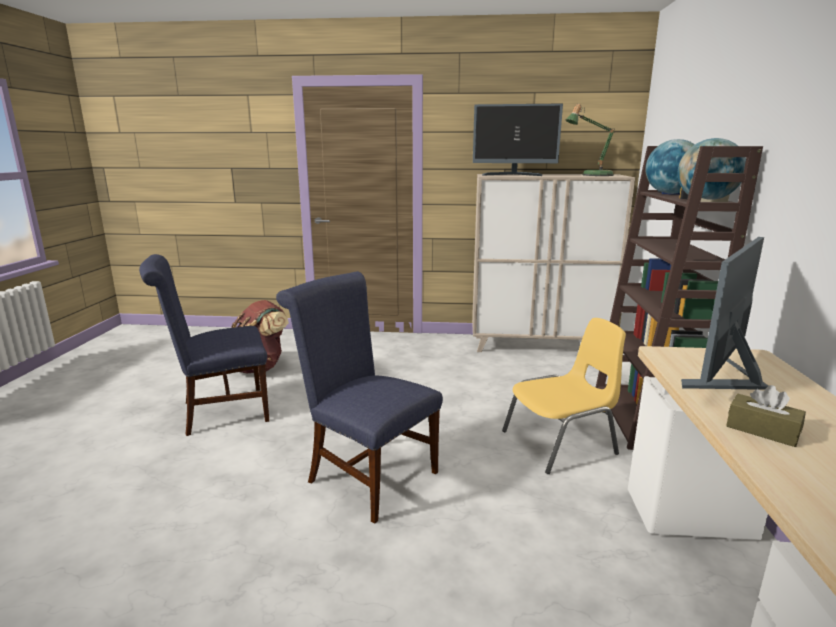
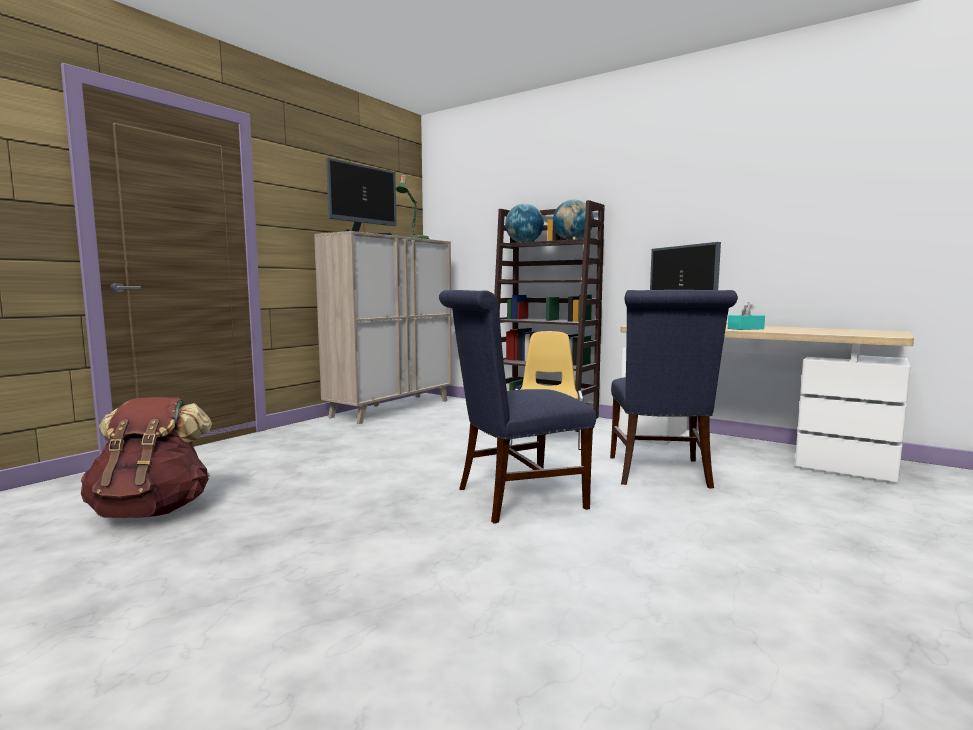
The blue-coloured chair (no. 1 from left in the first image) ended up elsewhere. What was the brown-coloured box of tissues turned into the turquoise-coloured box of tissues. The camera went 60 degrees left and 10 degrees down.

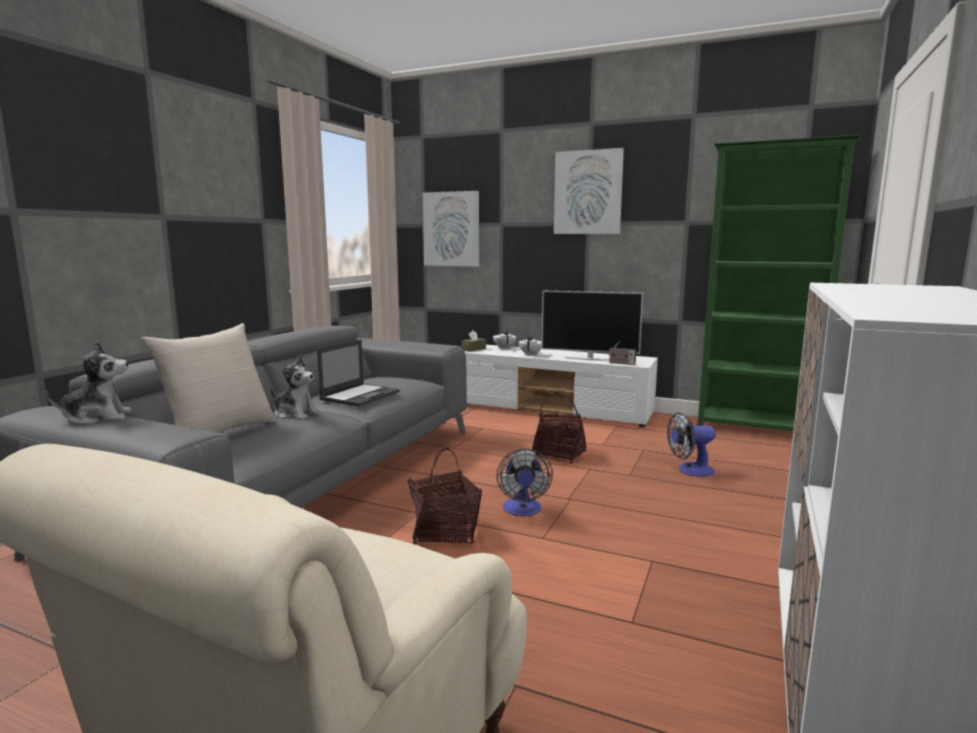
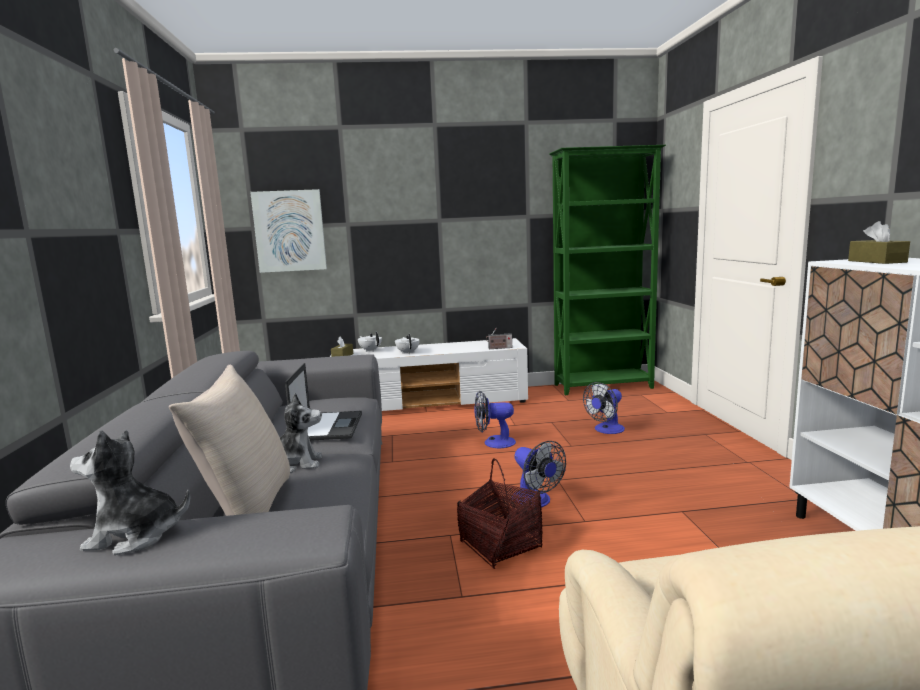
The second view lost the wall picture (no. 2 from left). The second view lost the television. The plush toy (no. 1 from left) ended up facing another way, 135 degrees counterclockwise from before. Where the basket (no. 2 from left) stood, the cooling fan (no. 1 from left) came to stand. The second view gained the brown-coloured box of tissues (no. 2 from left). The camera went 30 degrees left and 0 degrees up.

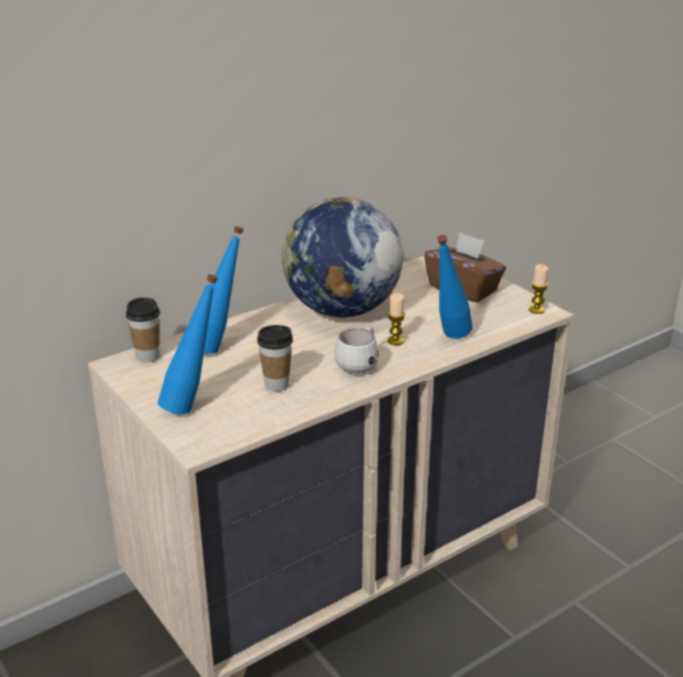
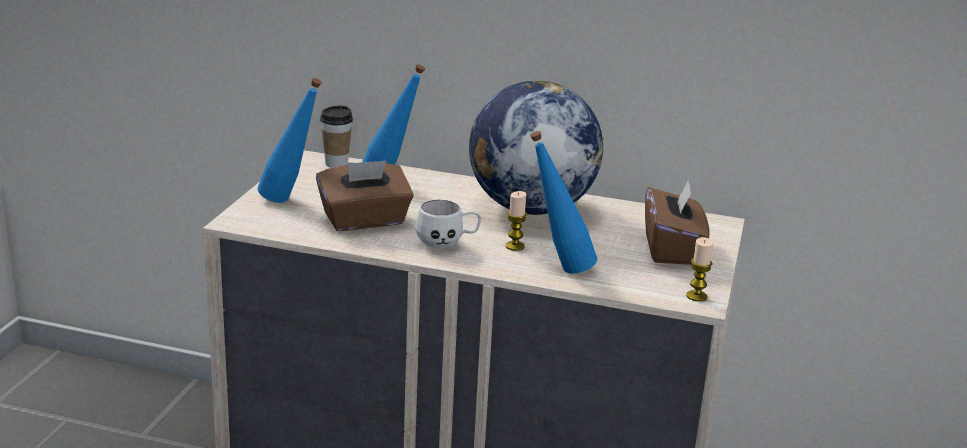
Where the cup (no. 2 from left) stood, the brown-coloured box of tissues (no. 1 from left) came to stand. The camera went 50 degrees right and 5 degrees down.

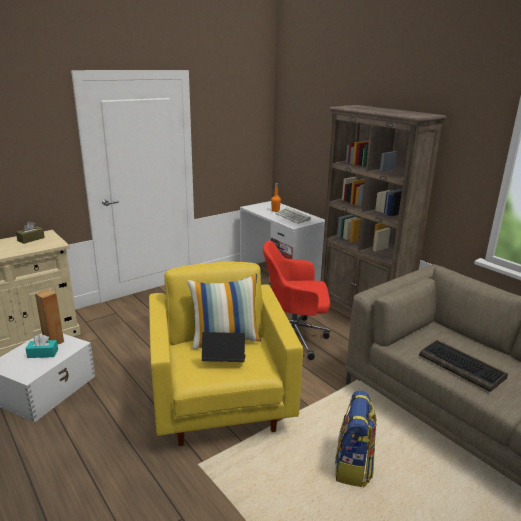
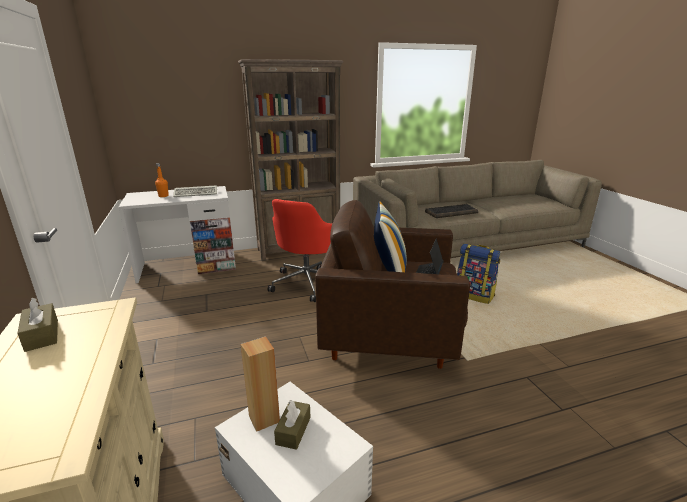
What was the yellow armchair turned into the brown-coloured armchair. What was the turquoise-coloured box of tissues turned into the brown-coloured box of tissues (no. 2 from left). The camera went 70 degrees left and 0 degrees up.

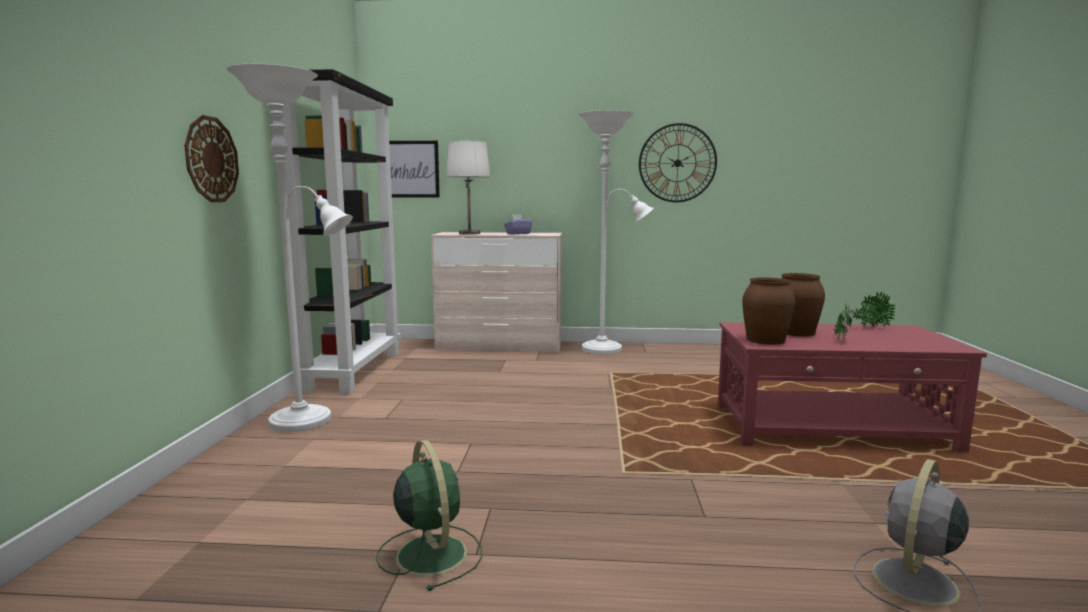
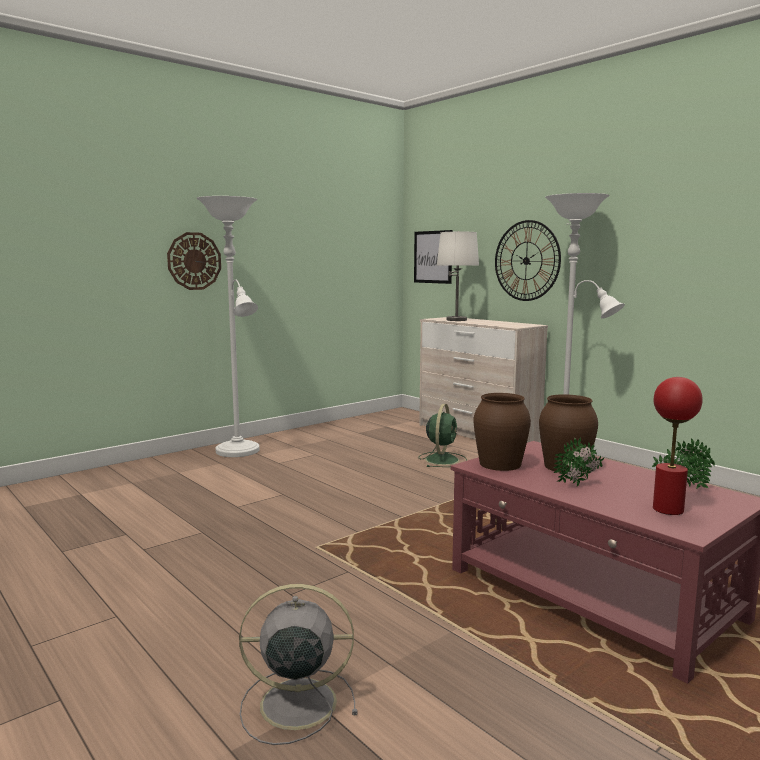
The second view lost the black-coloured shelving unit. The wall clock (no. 2 from left) ended up elsewhere. The second view lost the purple-coloured box of tissues. The greenish cooling fan ended up elsewhere. The second view gained the red-coloured lamp for a table. The camera went 45 degrees right and 0 degrees up.

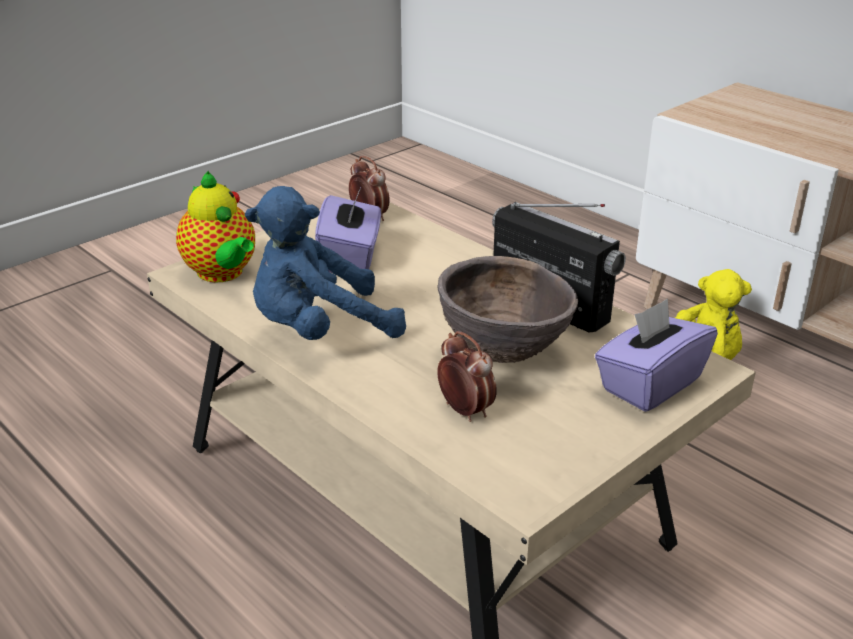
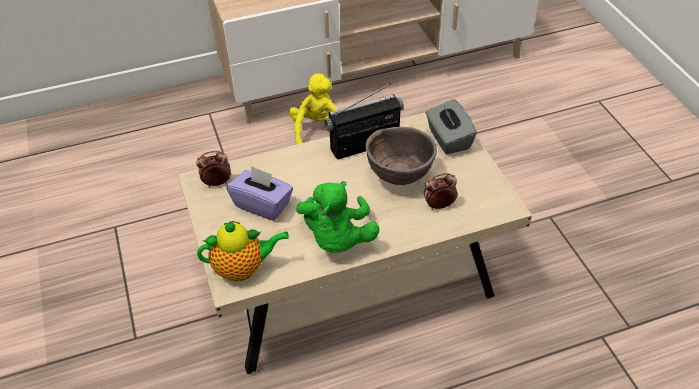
What was the blue-coloured plush toy turned into the greenish plush toy. What was the purple-coloured box of tissues (no. 2 from left) turned into the gray box of tissues. The camera went 65 degrees left and 15 degrees up.

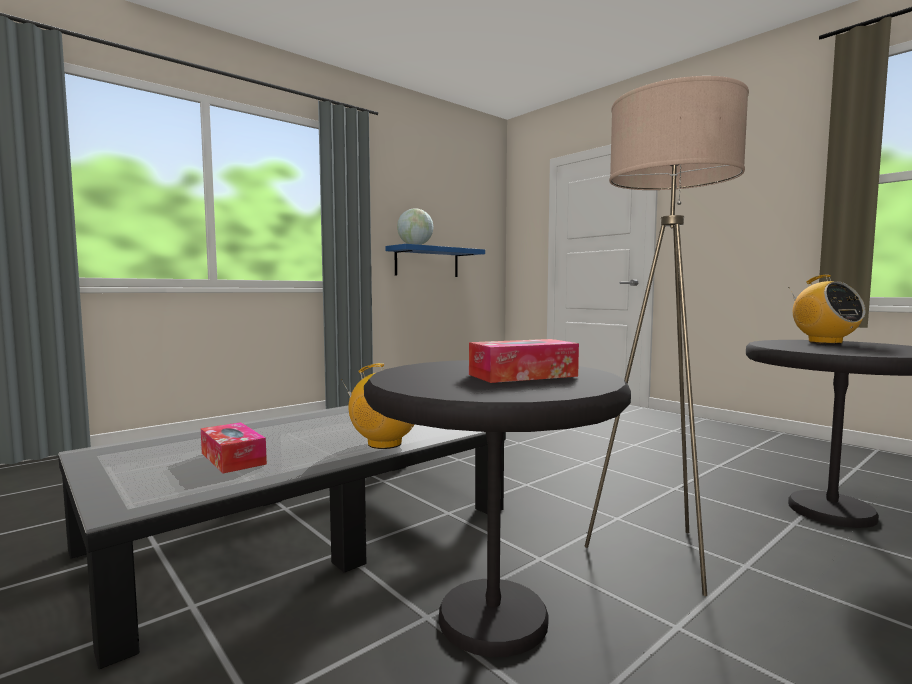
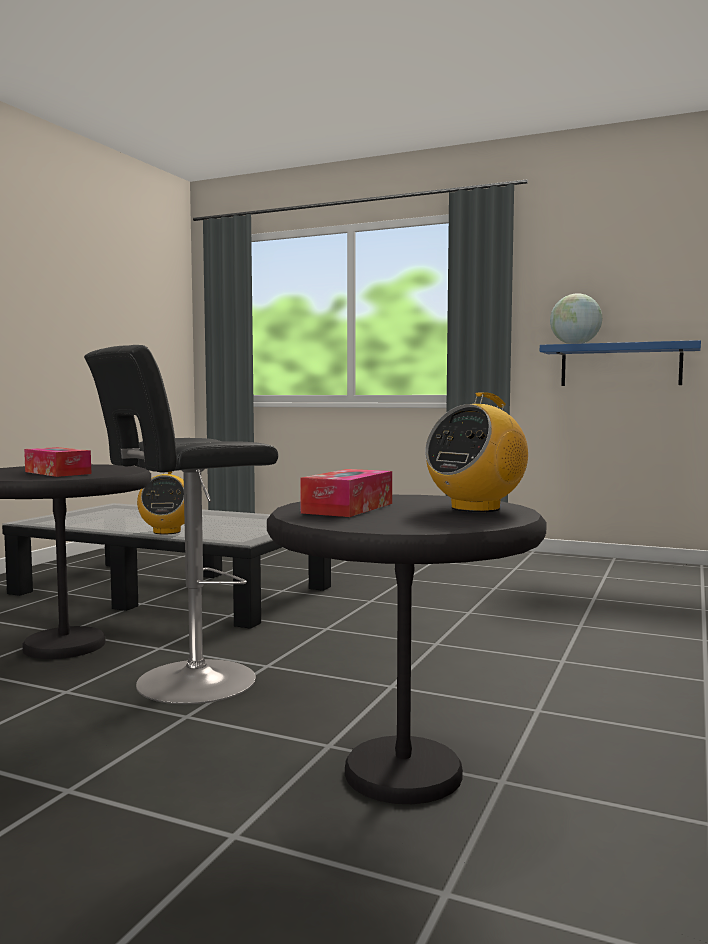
Where the beige standing lamp stood, the black-coloured sitting stool came to stand. The box of tissues (no. 1 from left in the first image) ended up elsewhere. The camera went 65 degrees right and 0 degrees up.

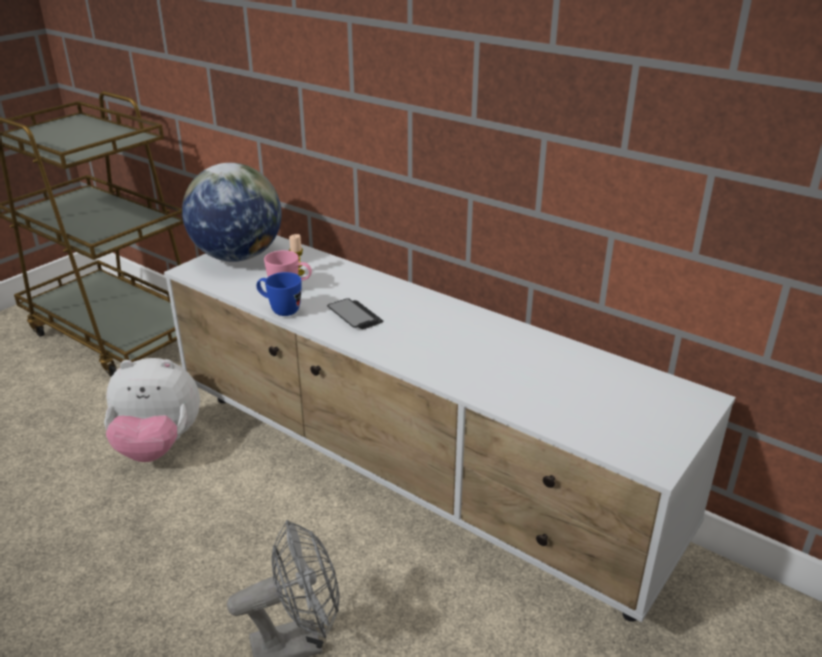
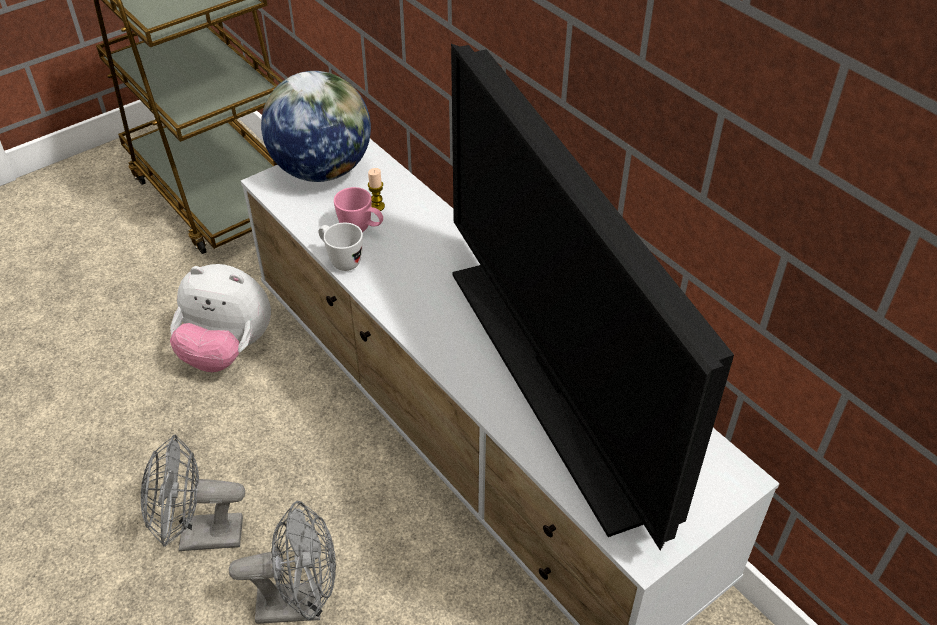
What was the blue-coloured coffee mug turned into the white-coloured coffee mug. The second view lost the phone. The second view gained the television. The second view gained the gray cooling fan (no. 1 from left). The camera went 15 degrees right and 15 degrees up.

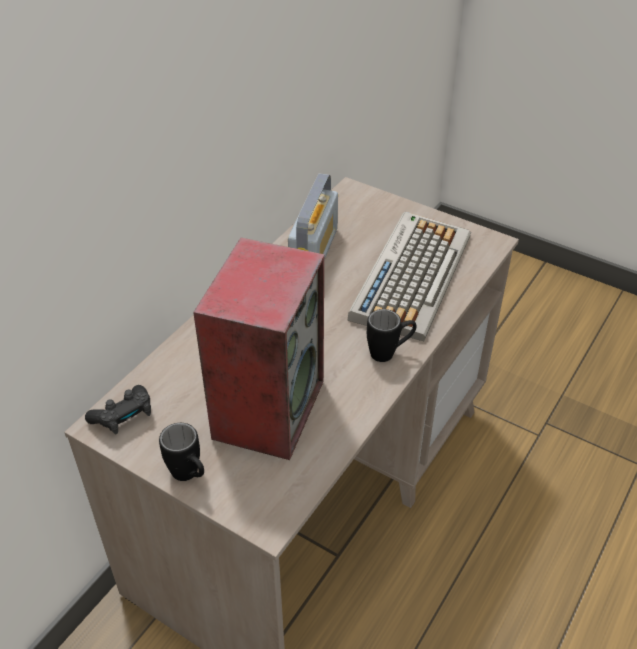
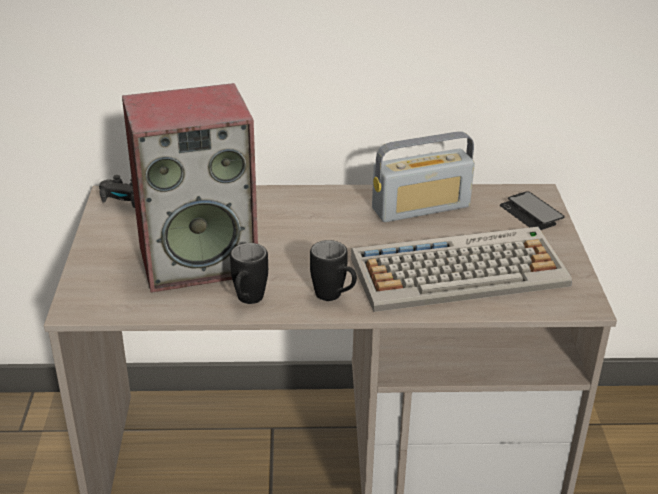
The black-coloured coffee mug (no. 1 from left) ended up elsewhere. The second view gained the phone. The camera went 55 degrees right and 10 degrees down.

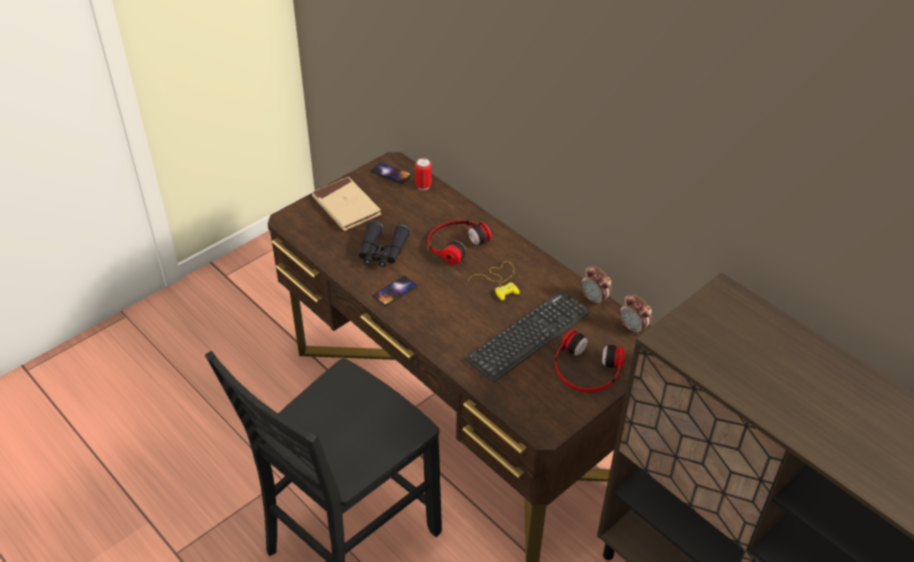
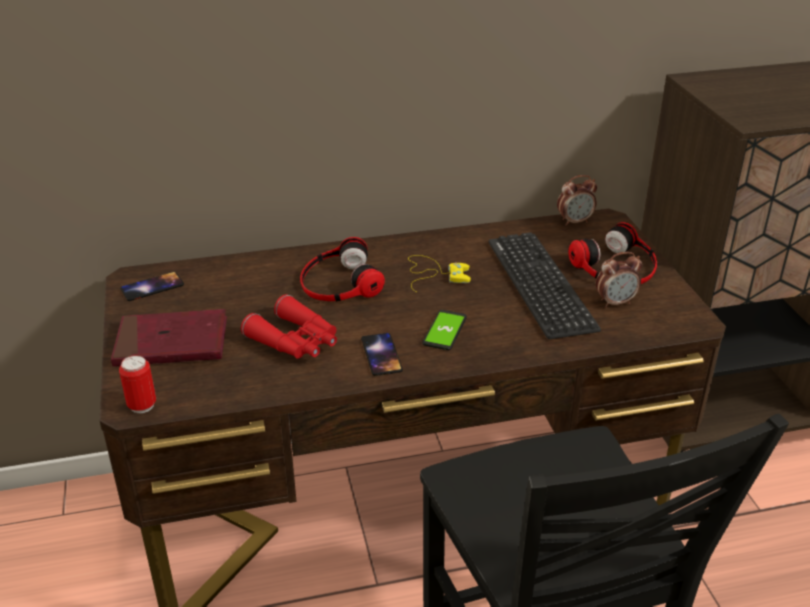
The can ended up elsewhere. What was the beige book turned into the red-coloured book. What was the black-coloured binoculars turned into the red-coloured binoculars. The alarm clock (no. 1 from left in the first image) ended up elsewhere. The second view gained the phone (no. 3 from left). The camera went 60 degrees left and 10 degrees down.

